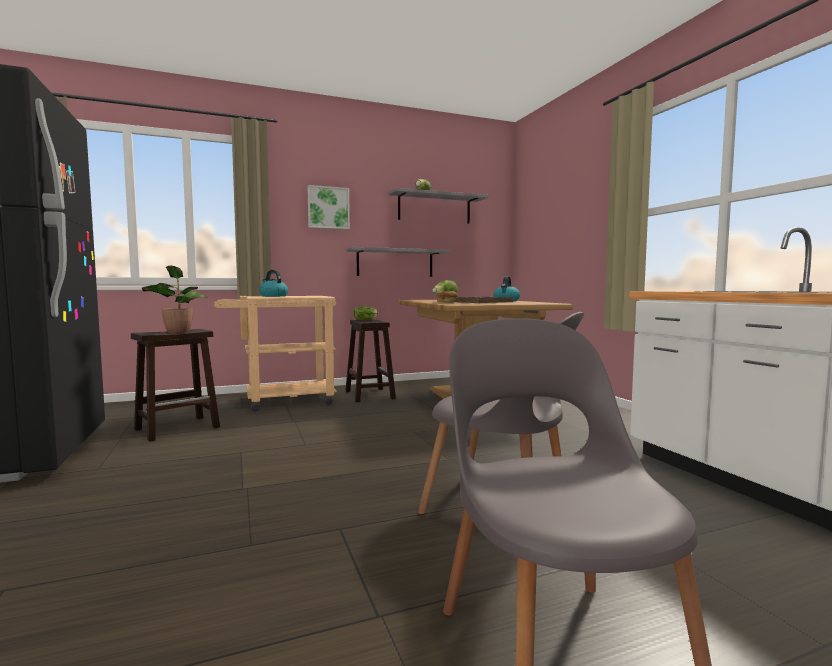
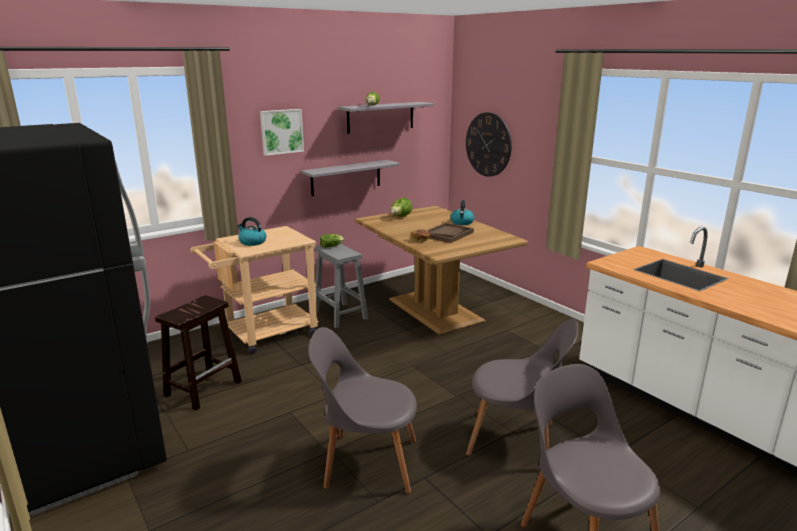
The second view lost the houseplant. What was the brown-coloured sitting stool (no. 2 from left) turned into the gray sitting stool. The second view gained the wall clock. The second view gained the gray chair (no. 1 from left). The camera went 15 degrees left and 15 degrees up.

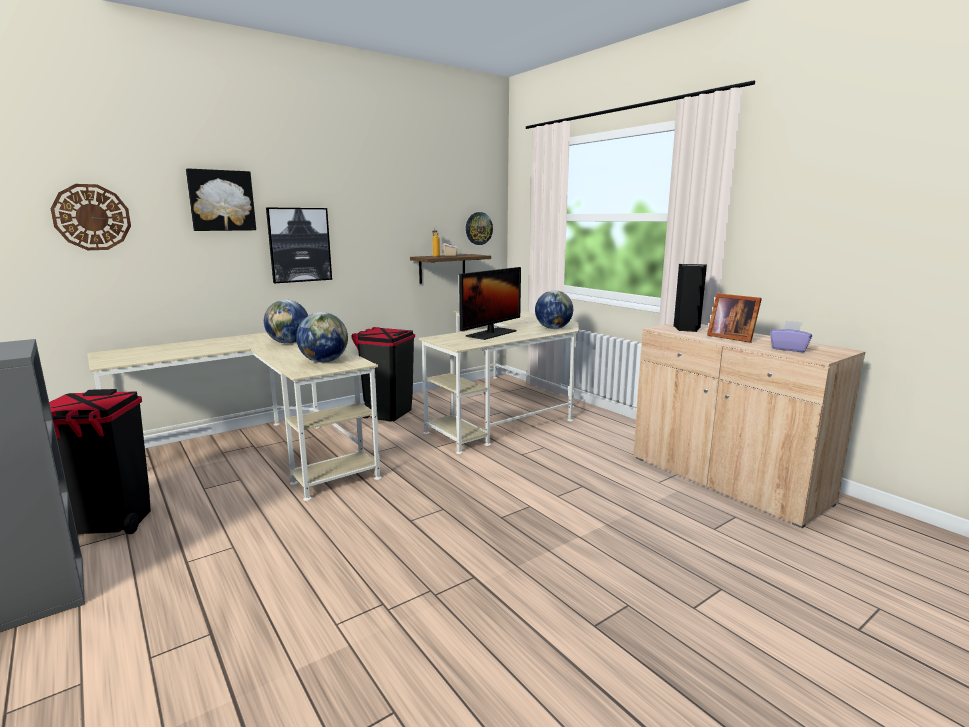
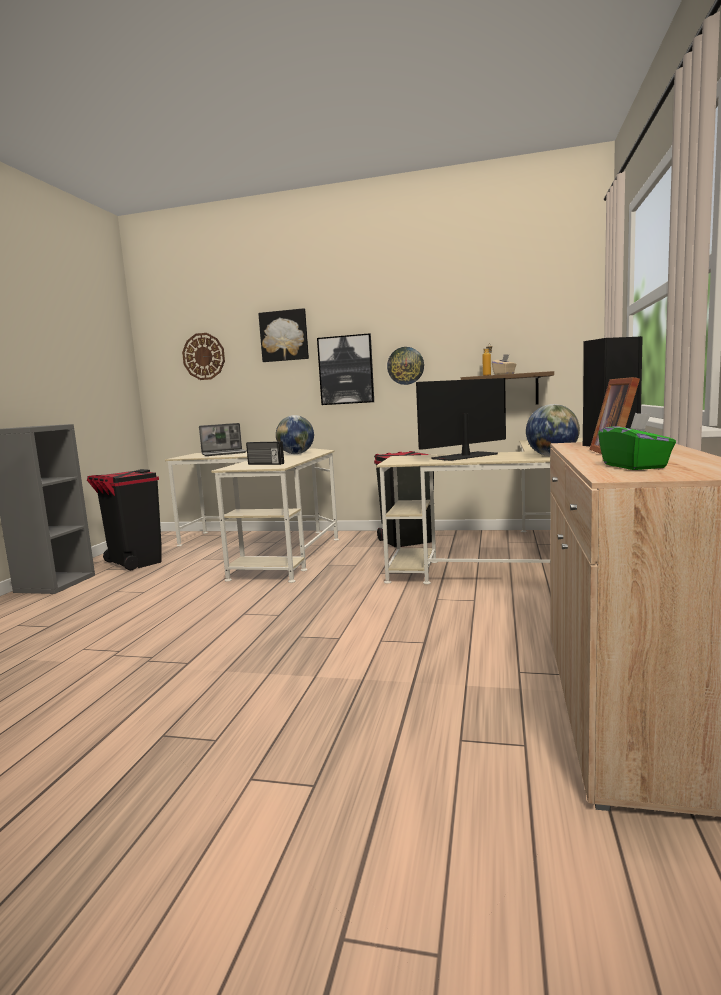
The wall clock (no. 2 from left) ended up elsewhere. The computer screen ended up facing another way, 150 degrees clockwise from before. Where the world globe (no. 2 from left) stood, the radio came to stand. What was the purple-coloured box of tissues turned into the greenish box of tissues. The second view gained the laptop. The camera went 50 degrees right and 5 degrees down.

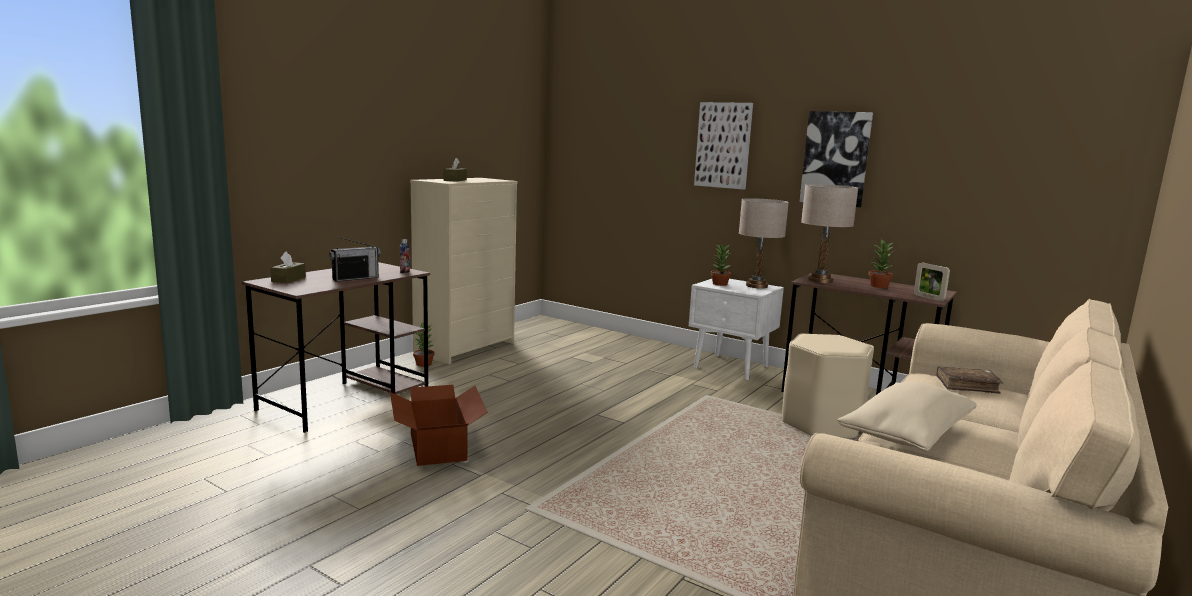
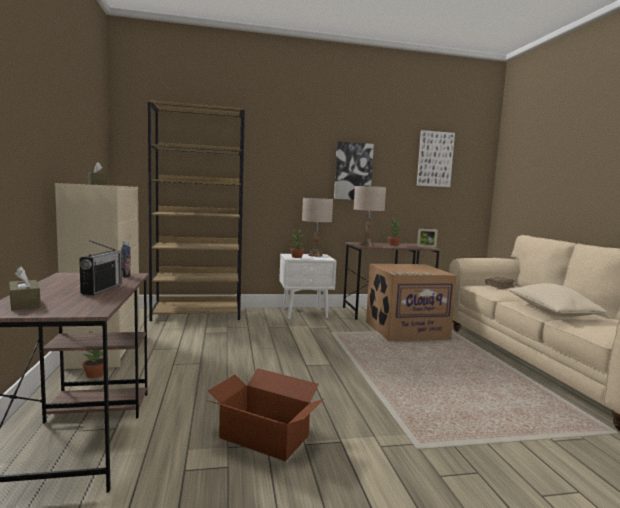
The wall picture (no. 1 from left in the first image) ended up elsewhere. Where the beige sitting stool stood, the packing box (no. 2 from left) came to stand. The second view gained the brown-coloured shelving unit. The camera went 45 degrees left and 5 degrees down.

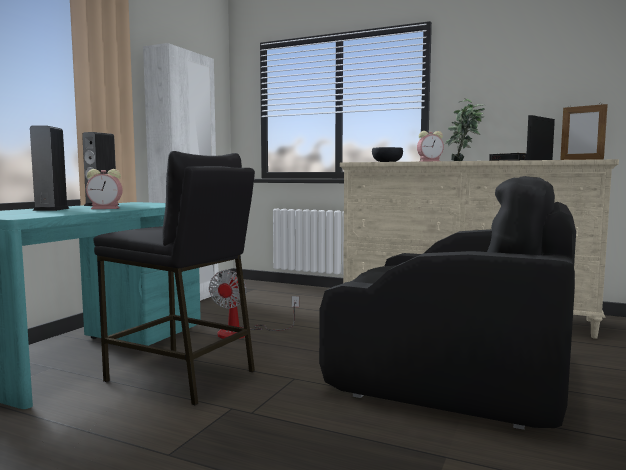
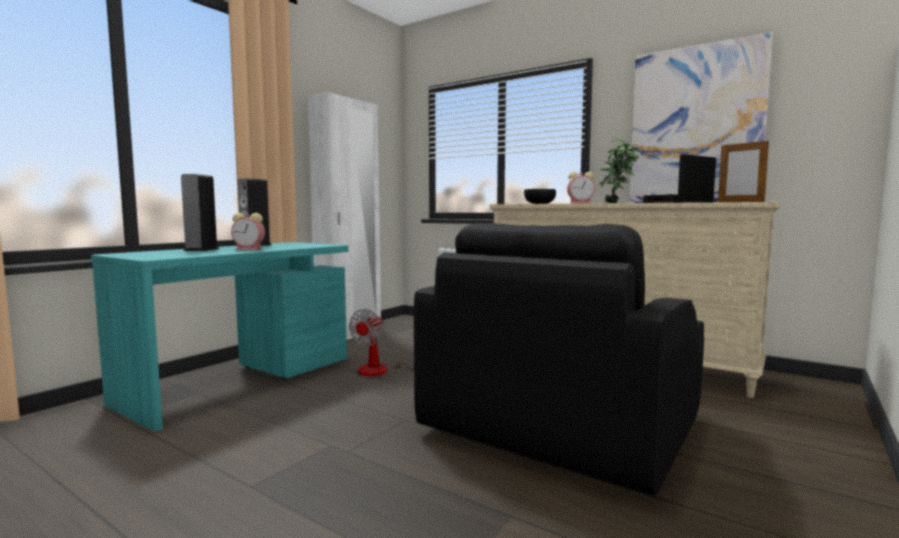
The second view lost the black-coloured sitting stool. The black-coloured armchair ended up facing another way, 90 degrees clockwise from before. The second view gained the wall picture. The camera went 10 degrees right and 0 degrees up.

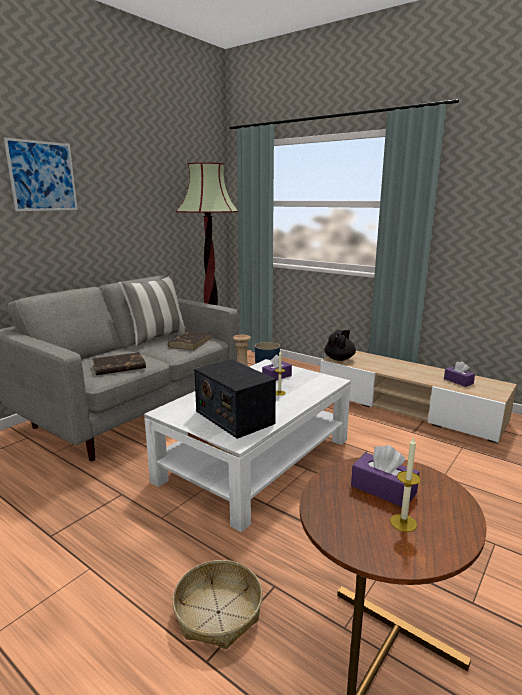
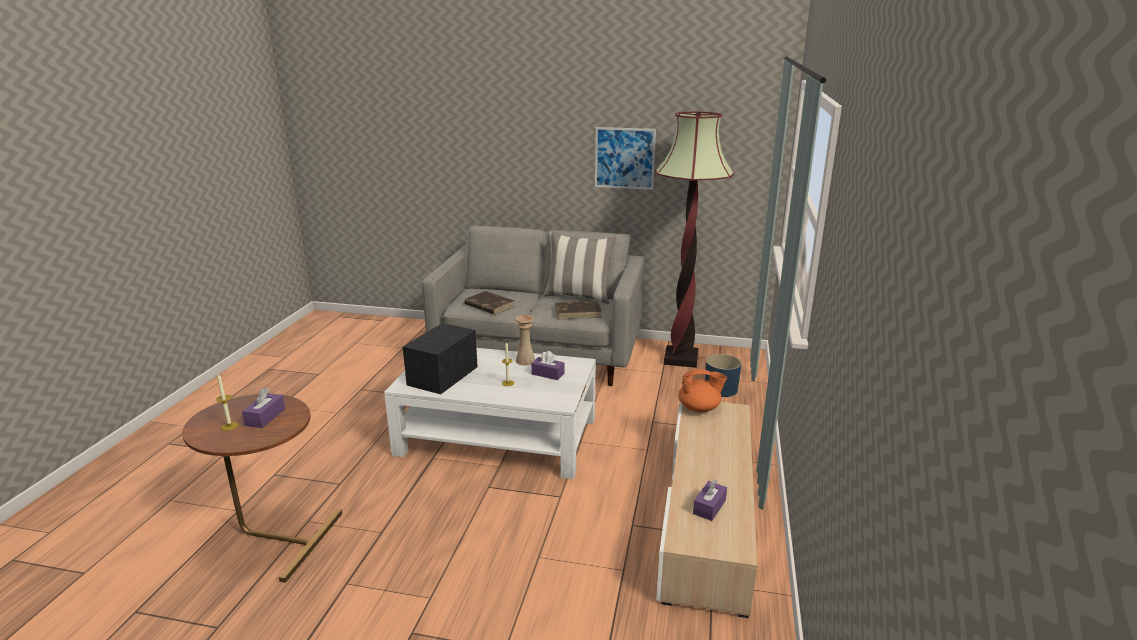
The wall picture ended up elsewhere. What was the black-coloured tea pot turned into the orange-coloured tea pot. The second view lost the basket. The camera went 65 degrees right and 5 degrees up.

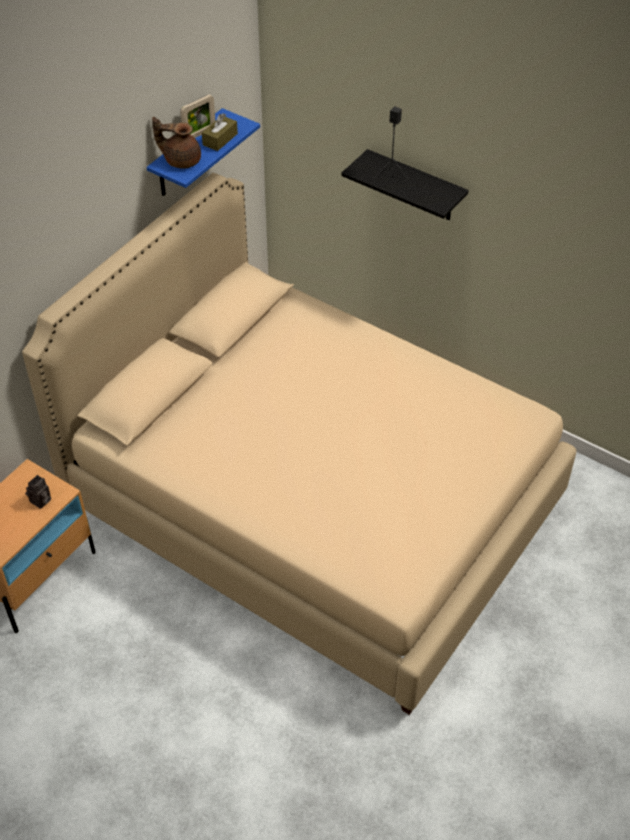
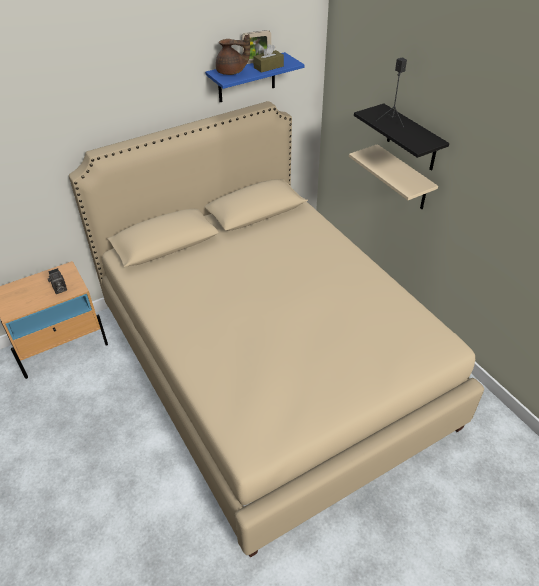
The brown-coloured tea pot ended up facing another way, 150 degrees clockwise from before. The second view gained the beige shelf. The camera went 25 degrees right and 5 degrees down.

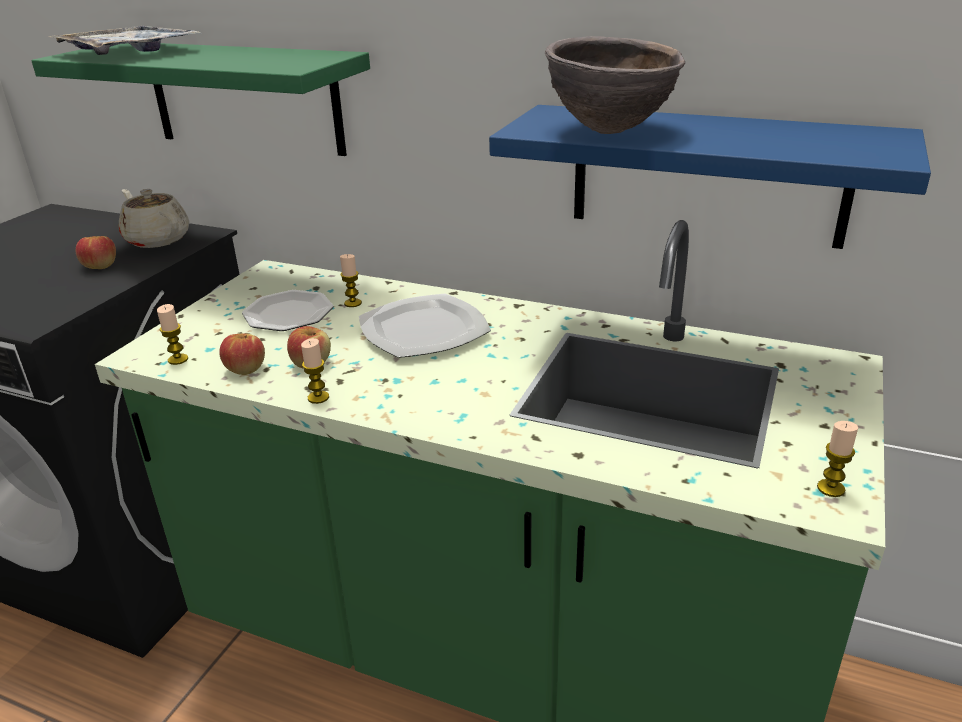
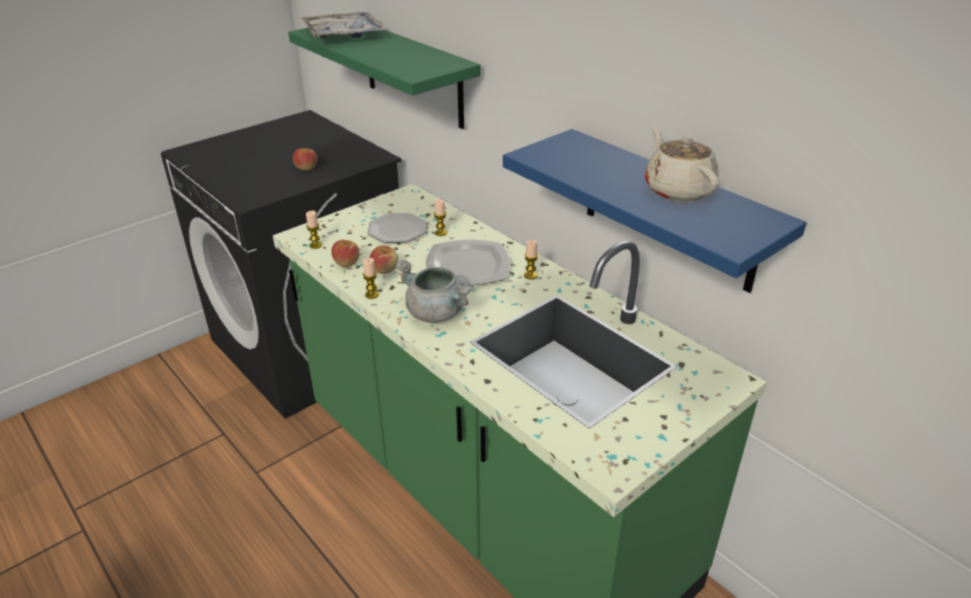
The second view lost the brown-coloured deep dish. The beige tea pot ended up elsewhere. The wax candle (no. 4 from left) ended up elsewhere. The second view gained the gray saucepot. The camera went 25 degrees right and 5 degrees up.

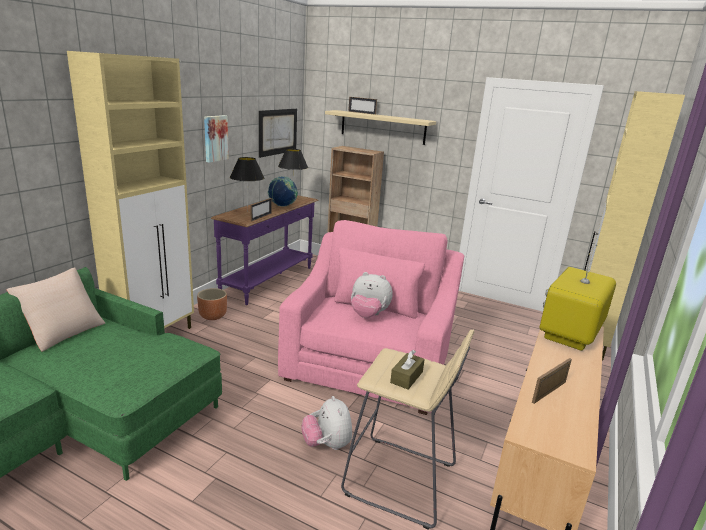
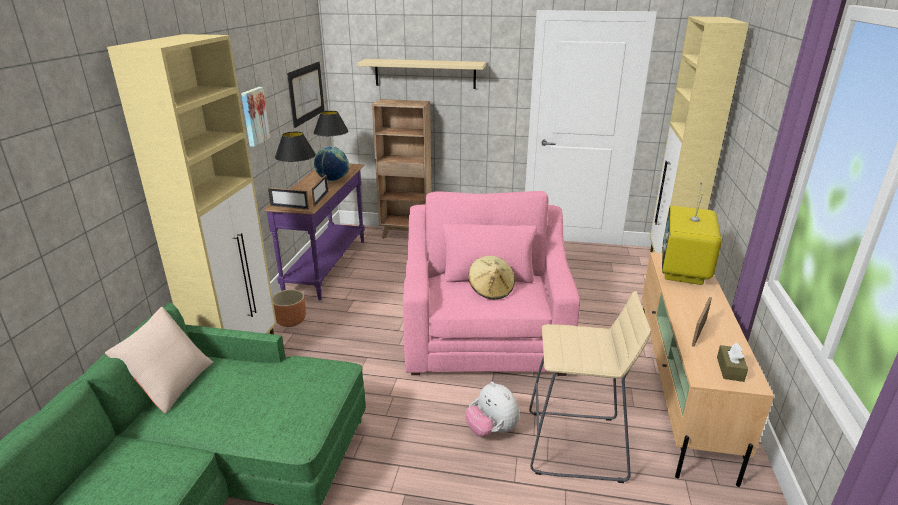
The standing frame (no. 2 from left in the first image) ended up elsewhere. Where the plush toy (no. 2 from left) stood, the beige clothing hat came to stand. The brown-coloured box of tissues ended up elsewhere. The camera went 15 degrees left and 5 degrees up.

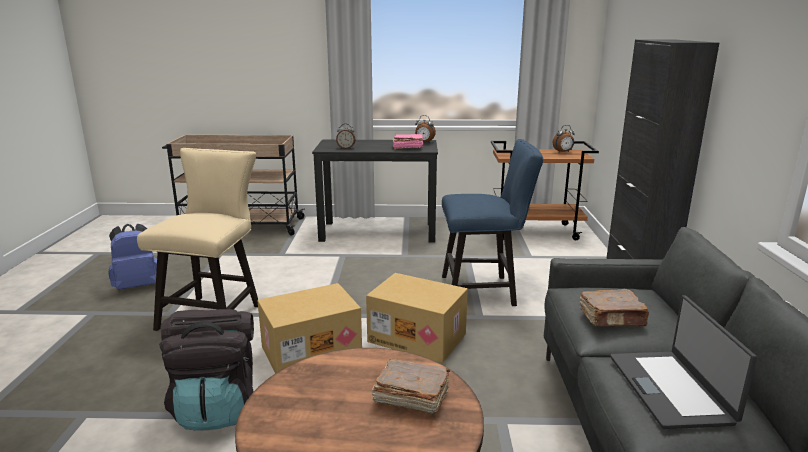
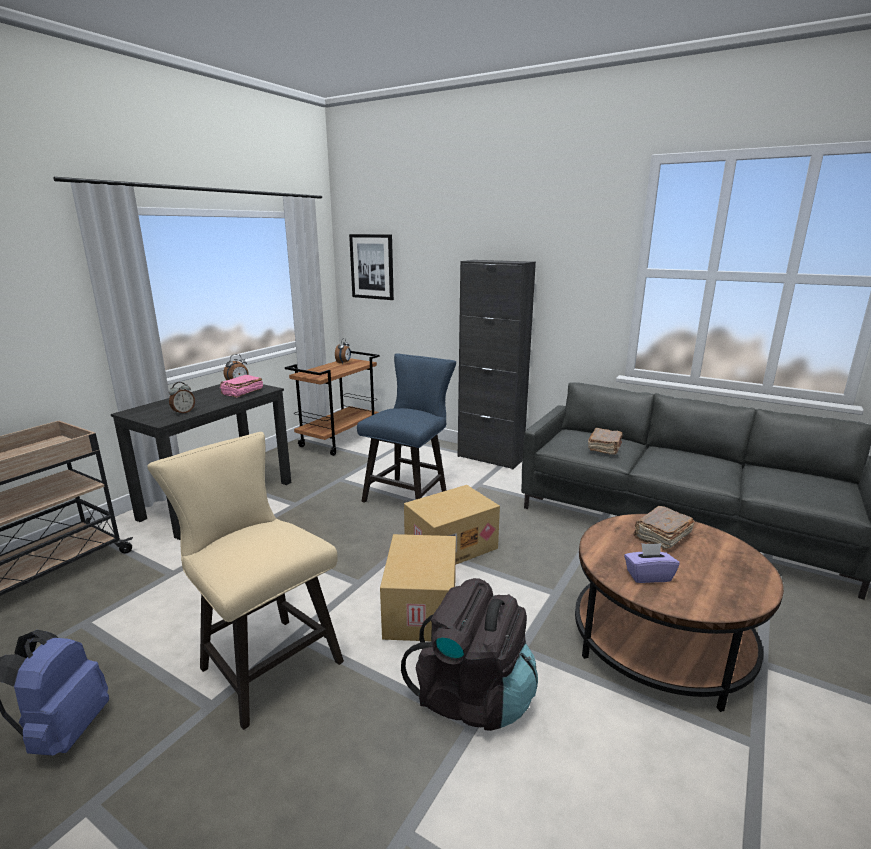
The second view lost the laptop. The second view gained the wall picture. The second view gained the purple-coloured box of tissues. The camera went 60 degrees left and 0 degrees up.

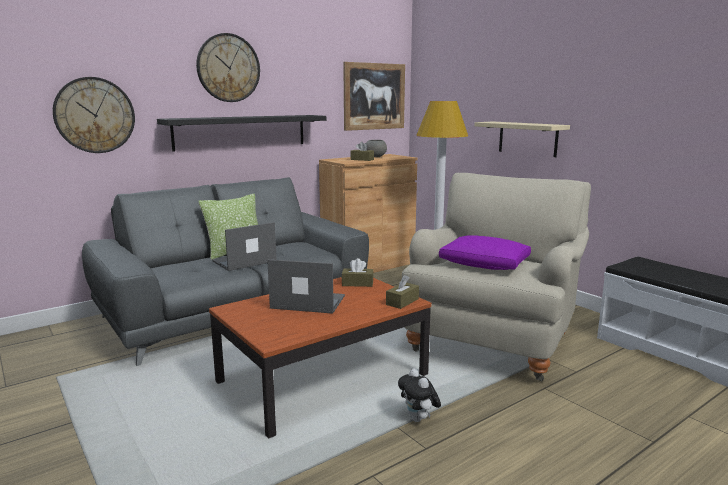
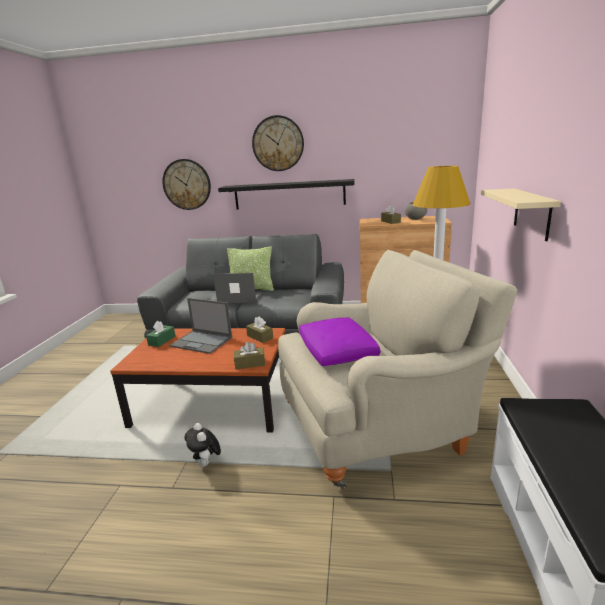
The second view lost the wall picture. The laptop (no. 2 from left in the first image) ended up facing another way, 150 degrees clockwise from before. The plush toy ended up facing another way, 45 degrees counterclockwise from before. The second view gained the greenish box of tissues. The camera went 45 degrees right and 5 degrees up.

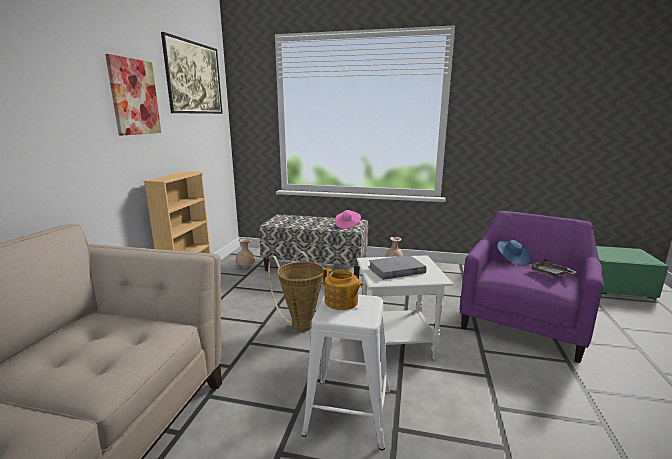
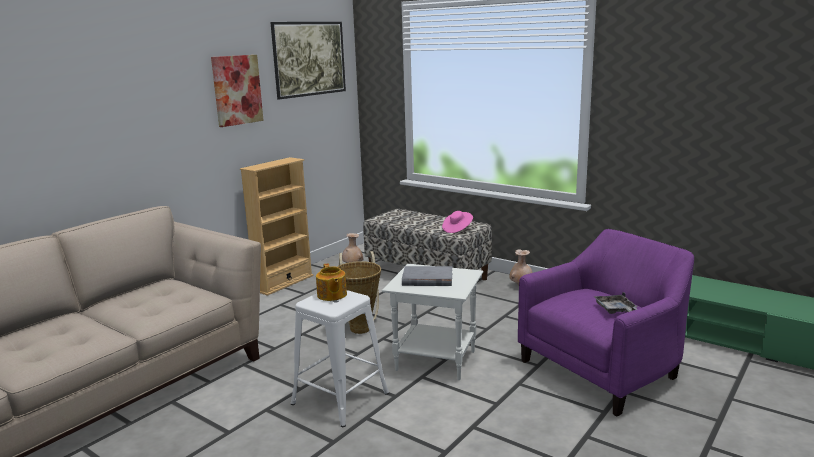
The second view lost the blue-coloured clothing hat. The camera went 25 degrees right and 0 degrees up.

